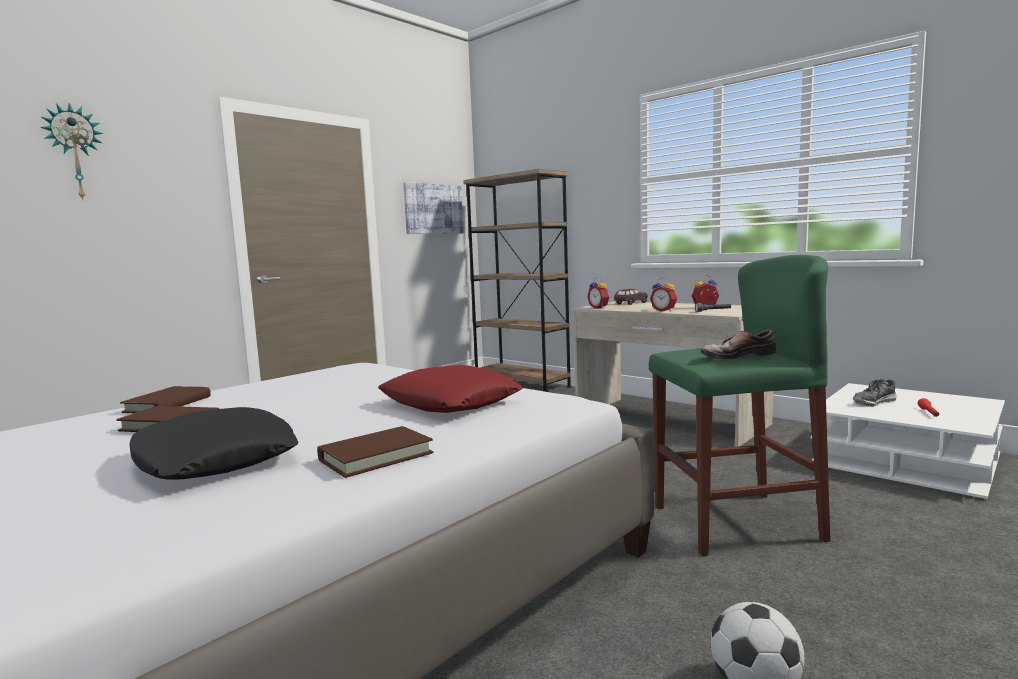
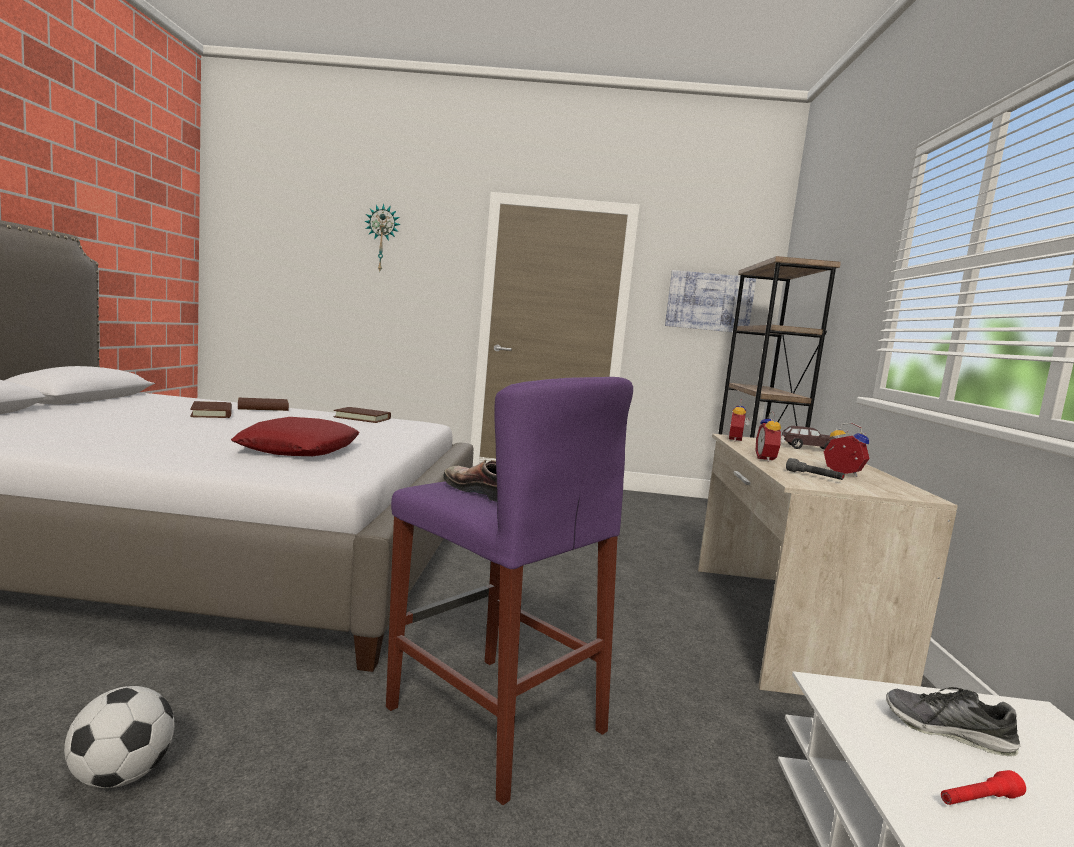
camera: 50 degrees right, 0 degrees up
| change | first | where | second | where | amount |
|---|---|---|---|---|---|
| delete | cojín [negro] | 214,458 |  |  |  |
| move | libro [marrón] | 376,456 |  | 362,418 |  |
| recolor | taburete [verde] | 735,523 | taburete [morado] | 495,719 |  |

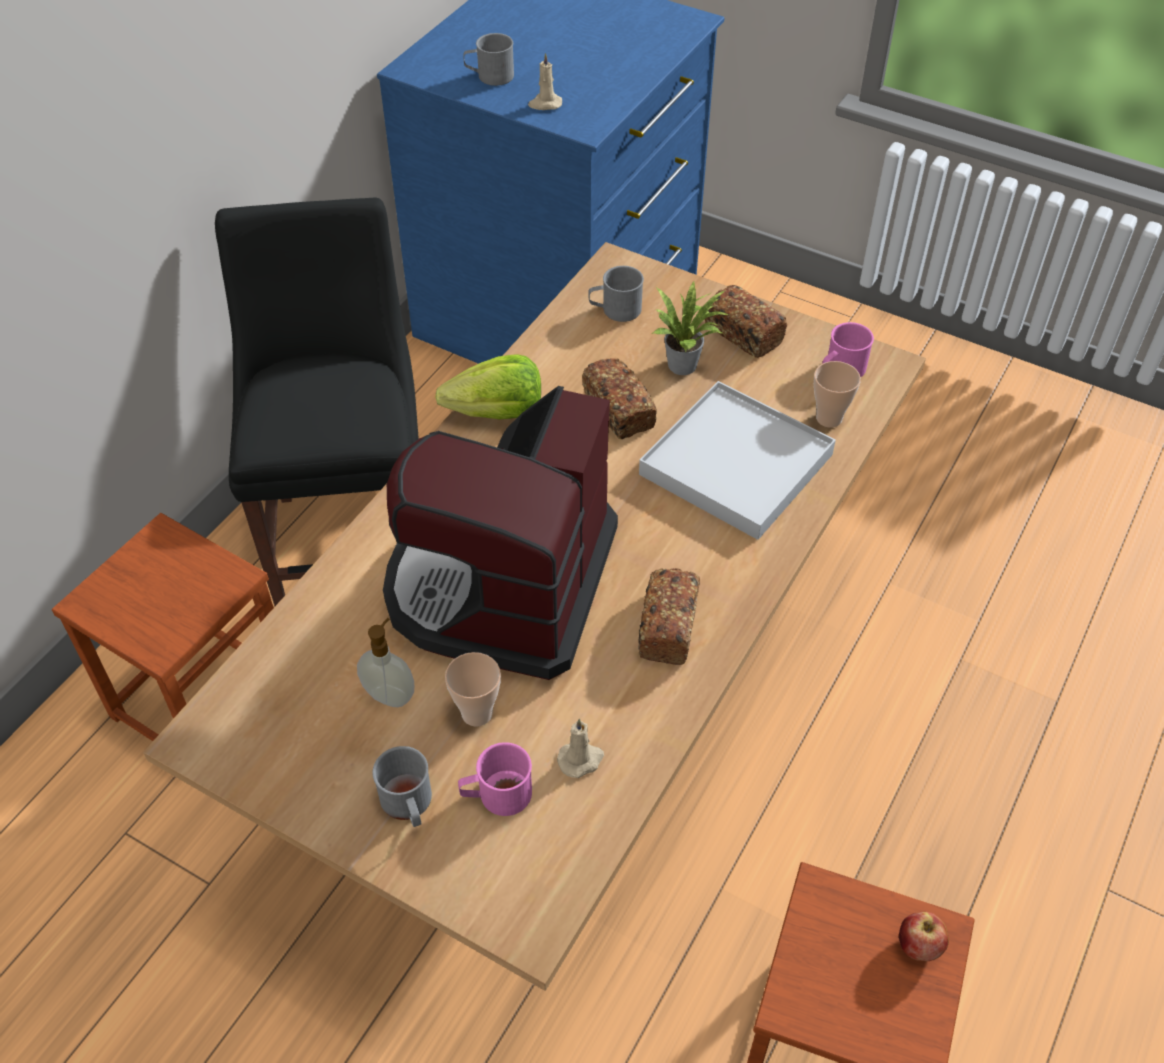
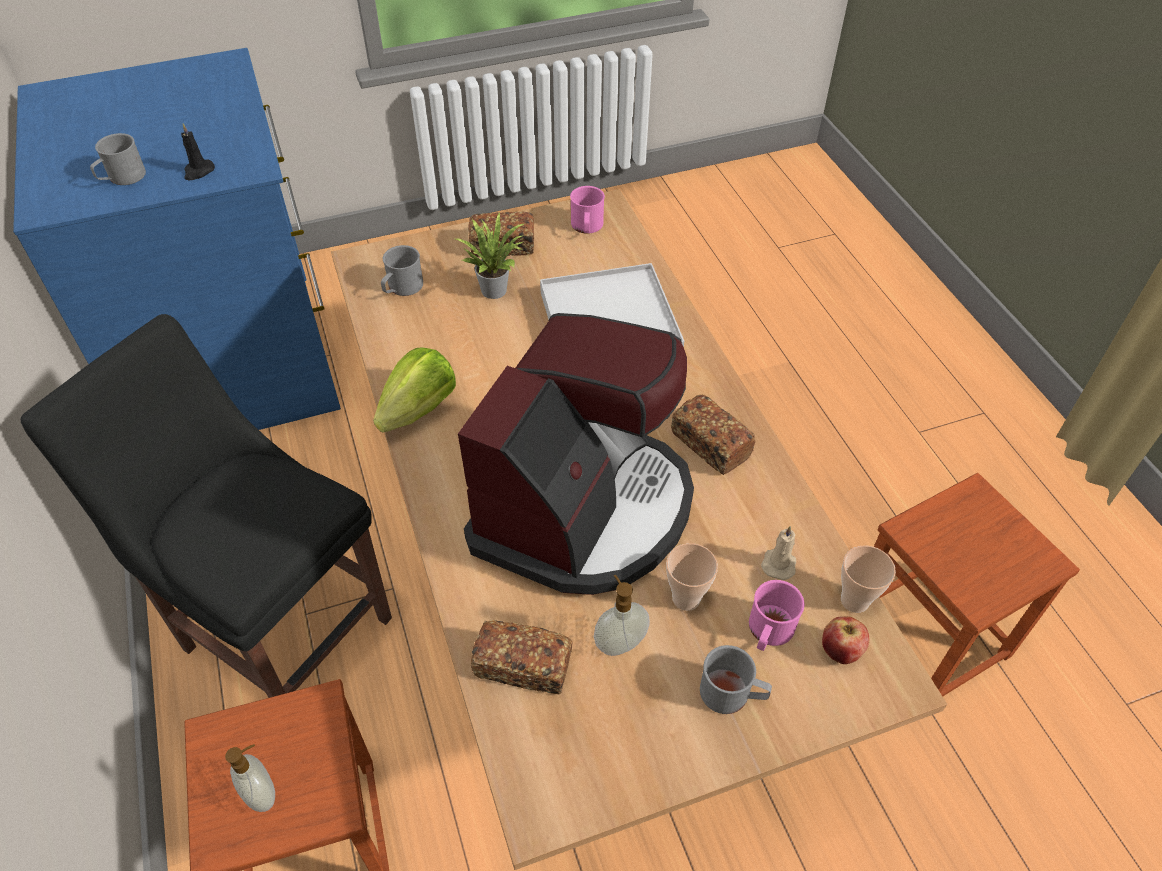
camera: 50 degrees left, 0 degrees up
| change | first | where | second | where | amount |
|---|---|---|---|---|---|
| insert |  |  | dispensador de jabón | 263,793 |  |
| move | pan | 619,411 |  | 523,666 |  |
| move | taza | 829,418 |  | 854,600 |  |
| move | manzana | 918,947 |  | 840,651 |  |
| recolor | vela [beis] | 545,104 | vela [negro] | 198,171 |  |
| rotate | cafetera | 502,585 |  | 584,509 | 120 degrees counterclockwise |

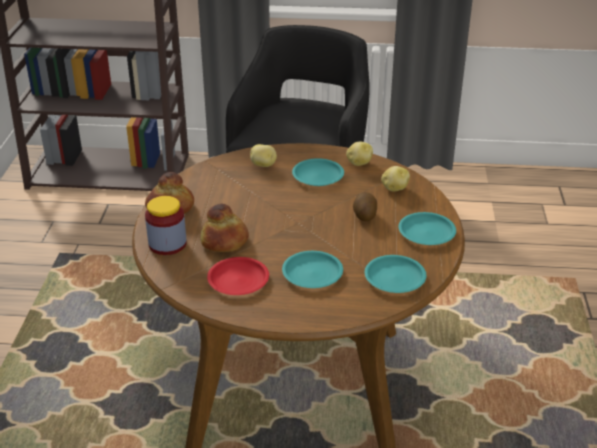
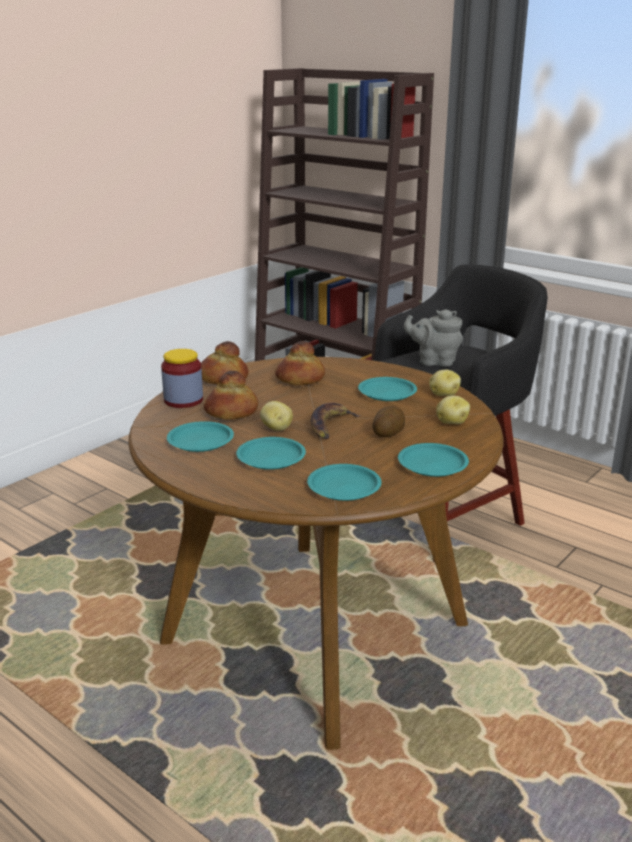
camera: 35 degrees right, 10 degrees down
| change | first | where | second | where | amount |
|---|---|---|---|---|---|
| insert |  |  | pan | 300,379 |  |
| insert |  |  | plátano | 330,425 |  |
| insert |  |  | tetera [gris] | 434,361 |  |
| move | patata | 263,165 |  | 276,428 |  |
| recolor | plato [rojo] | 237,280 | plato [turquesa] | 200,441 |  |

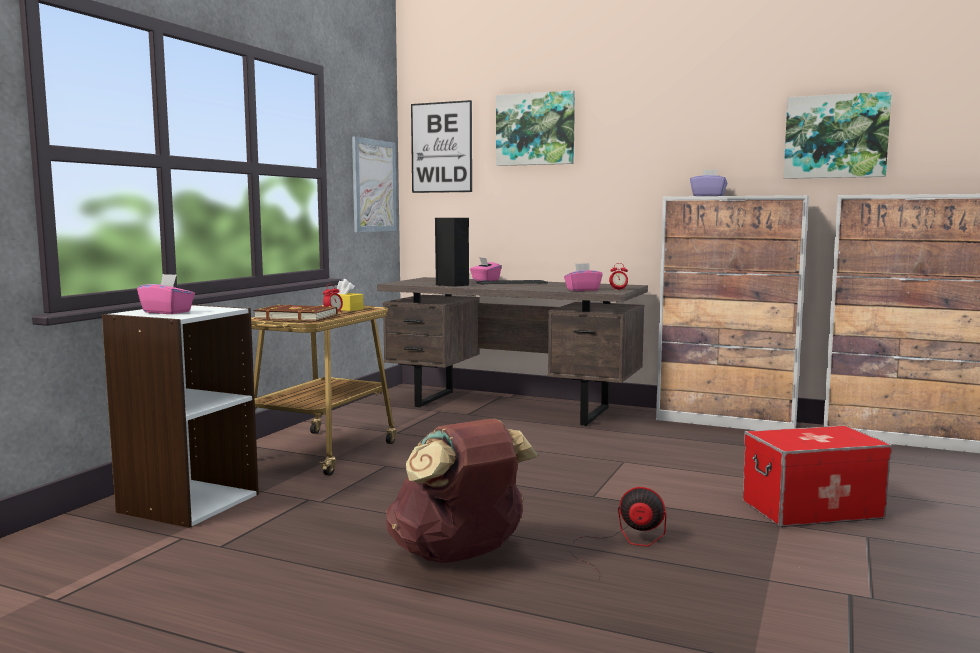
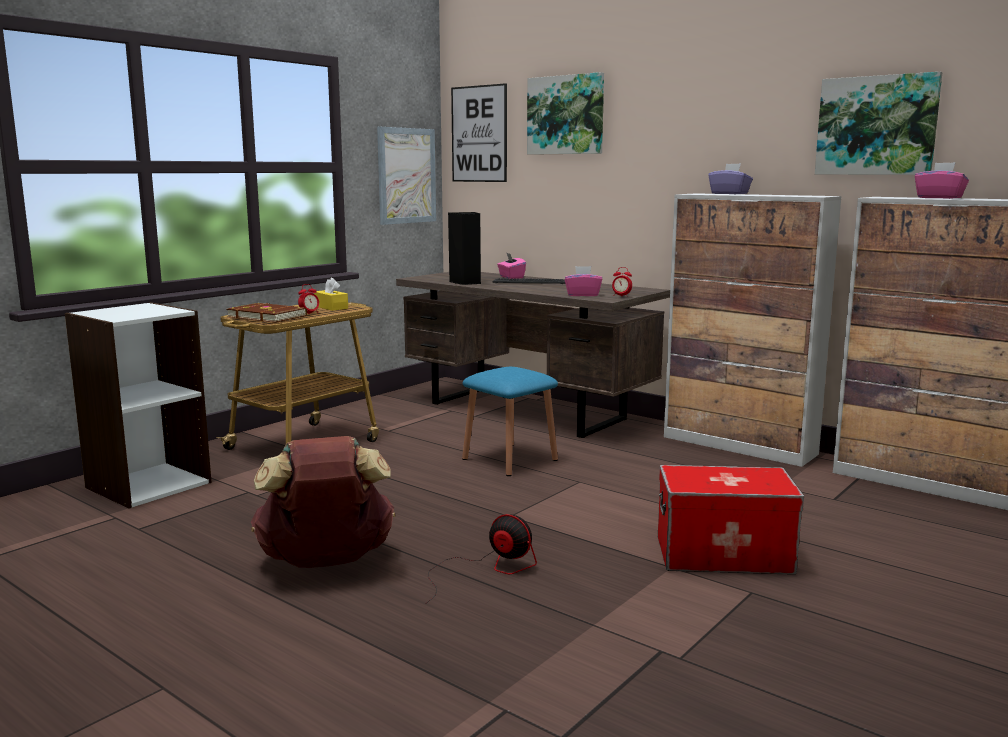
camera: 15 degrees right, 5 degrees up
| change | first | where | second | where | amount |
|---|---|---|---|---|---|
| insert |  |  | taburete [azul] | 510,459 |  |
| move | caja de pañuelos [rosa] | 167,312 |  | 939,198 |  |

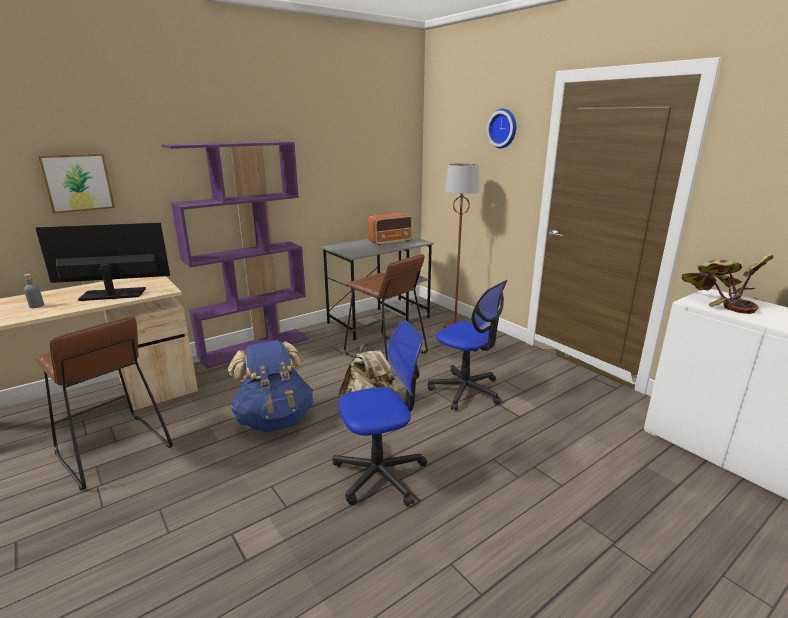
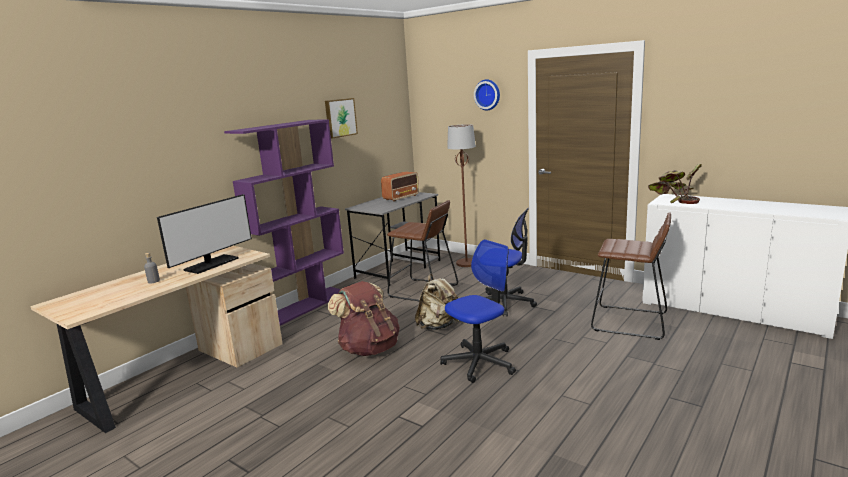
camera: 15 degrees left, 5 degrees down
| change | first | where | second | where | amount |
|---|---|---|---|---|---|
| move | taburete [marrón] | 112,450 |  | 629,322 |  |
| move | cuadro | 77,182 |  | 340,117 |  |
| recolor | mochila [azul] | 275,419 | mochila [marrón] | 369,348 |  |
| rotate | monitor | 113,294 |  | 211,264 | 150 degrees clockwise |

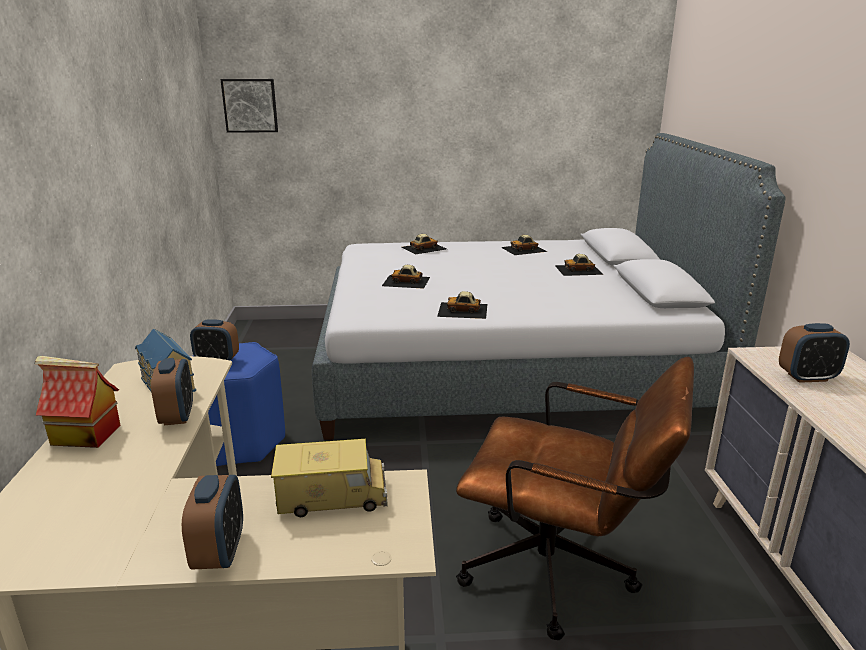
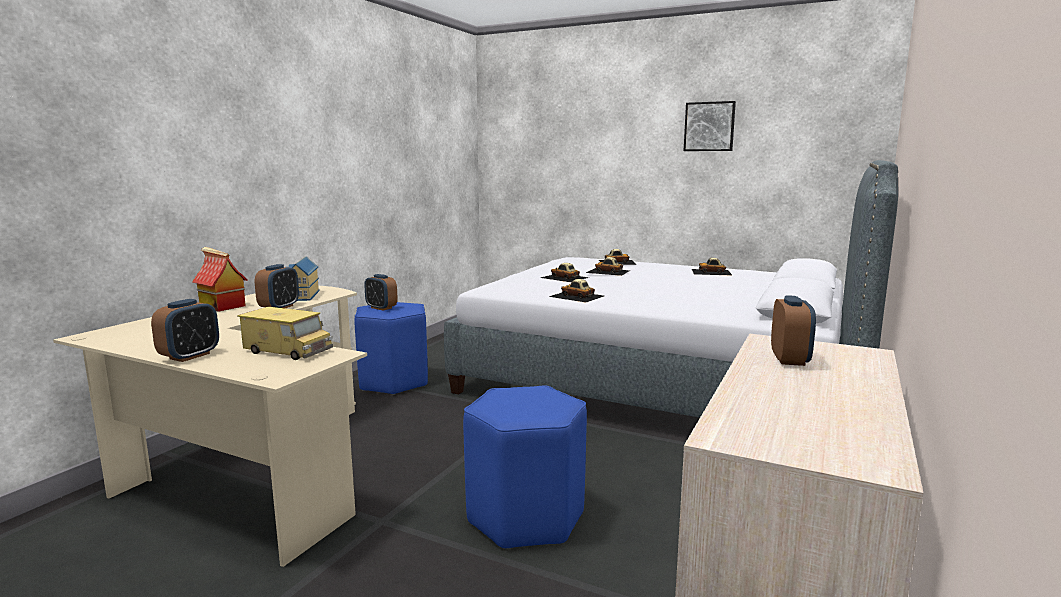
camera: 30 degrees right, 10 degrees down
| change | first | where | second | where | amount |
|---|---|---|---|---|---|
| move | cuadro | 250,105 |  | 709,126 |  |
| move | coche de juguete | 578,270 |  | 608,271 |  |
| replace | silla de oficina [marrón] | 562,573 | taburete [azul] | 524,518 |  |
| rotate | despertador | 807,377 |  | 789,359 | 105 degrees counterclockwise |

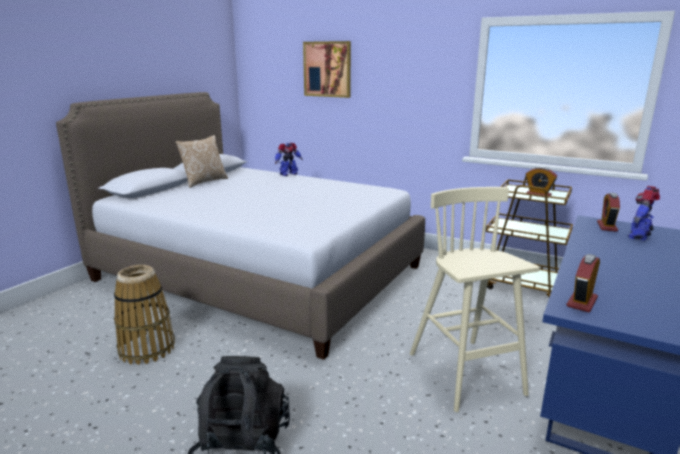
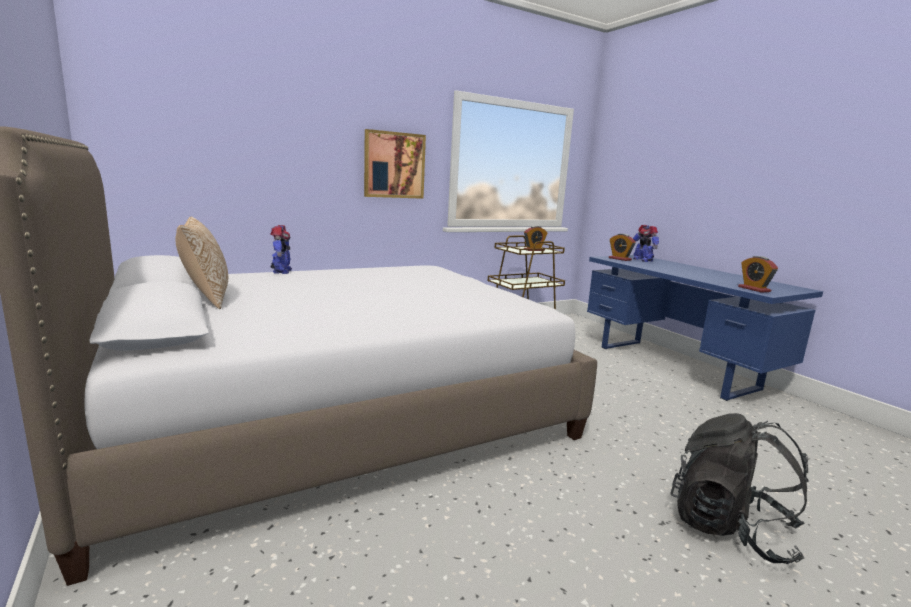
camera: 60 degrees left, 5 degrees down
| change | first | where | second | where | amount |
|---|---|---|---|---|---|
| delete | cesta | 147,348 |  |  |  |
| delete | taburete [beis] | 466,375 |  |  |  |
| move | cuadro | 327,69 |  | 394,165 |  |

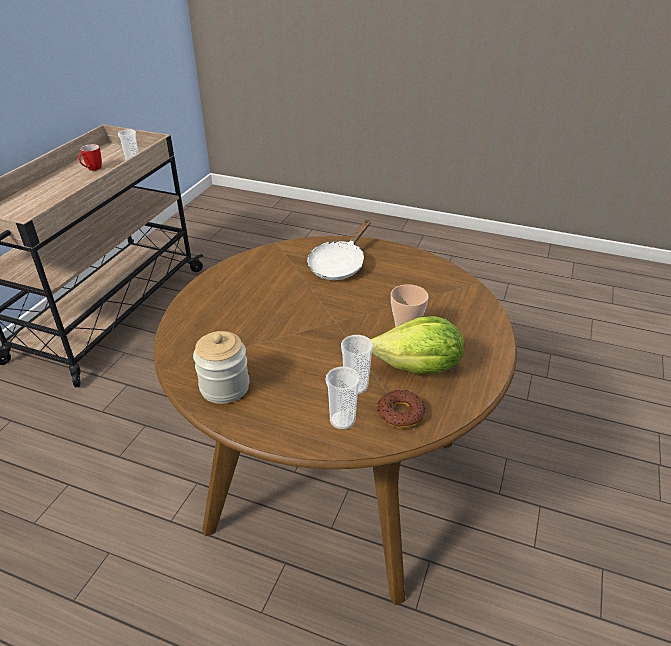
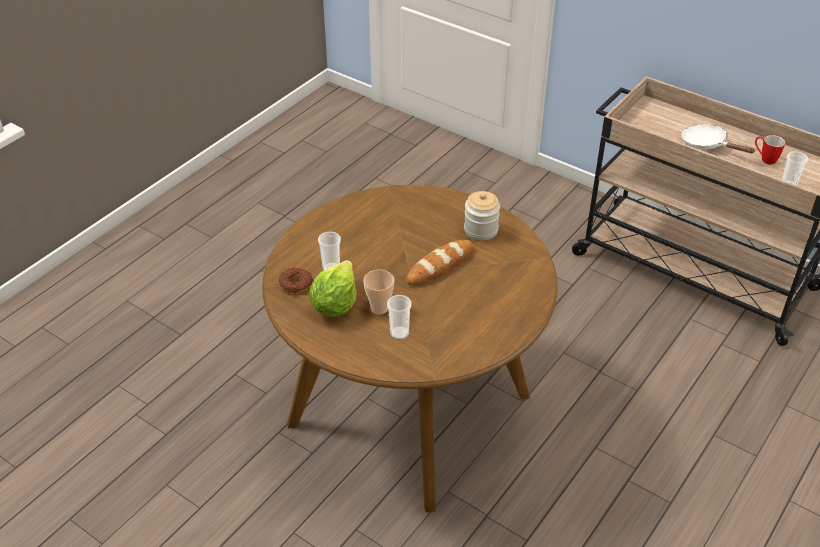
camera: 105 degrees right, 5 degrees up
| change | first | where | second | where | amount |
|---|---|---|---|---|---|
| insert |  |  | pan | 440,265 |  |
| move | tarro | 224,387 |  | 481,230 |  |
| move | sartén [blanco] | 339,265 |  | 707,145 |  |
| move | taza | 342,420 |  | 399,333 |  |

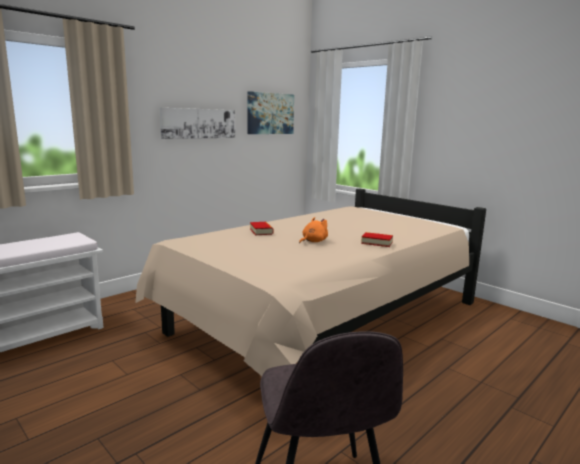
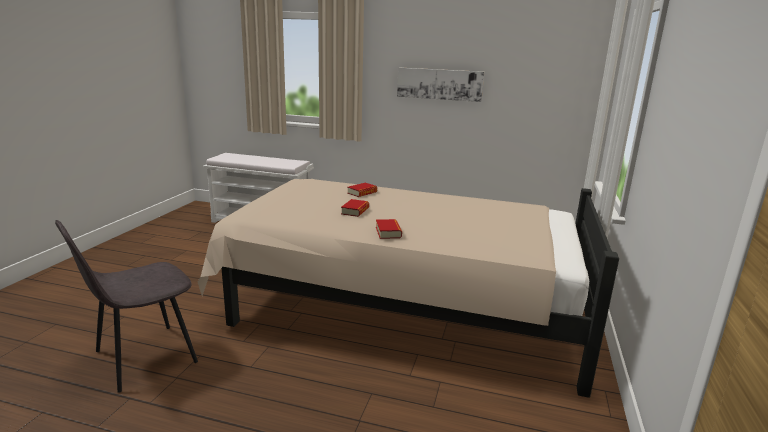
camera: 60 degrees right, 5 degrees up
| change | first | where | second | where | amount |
|---|---|---|---|---|---|
| delete | cuadro | 270,113 |  |  |  |
| replace | peluche [naranja] | 313,241 | libro | 355,211 |  |

